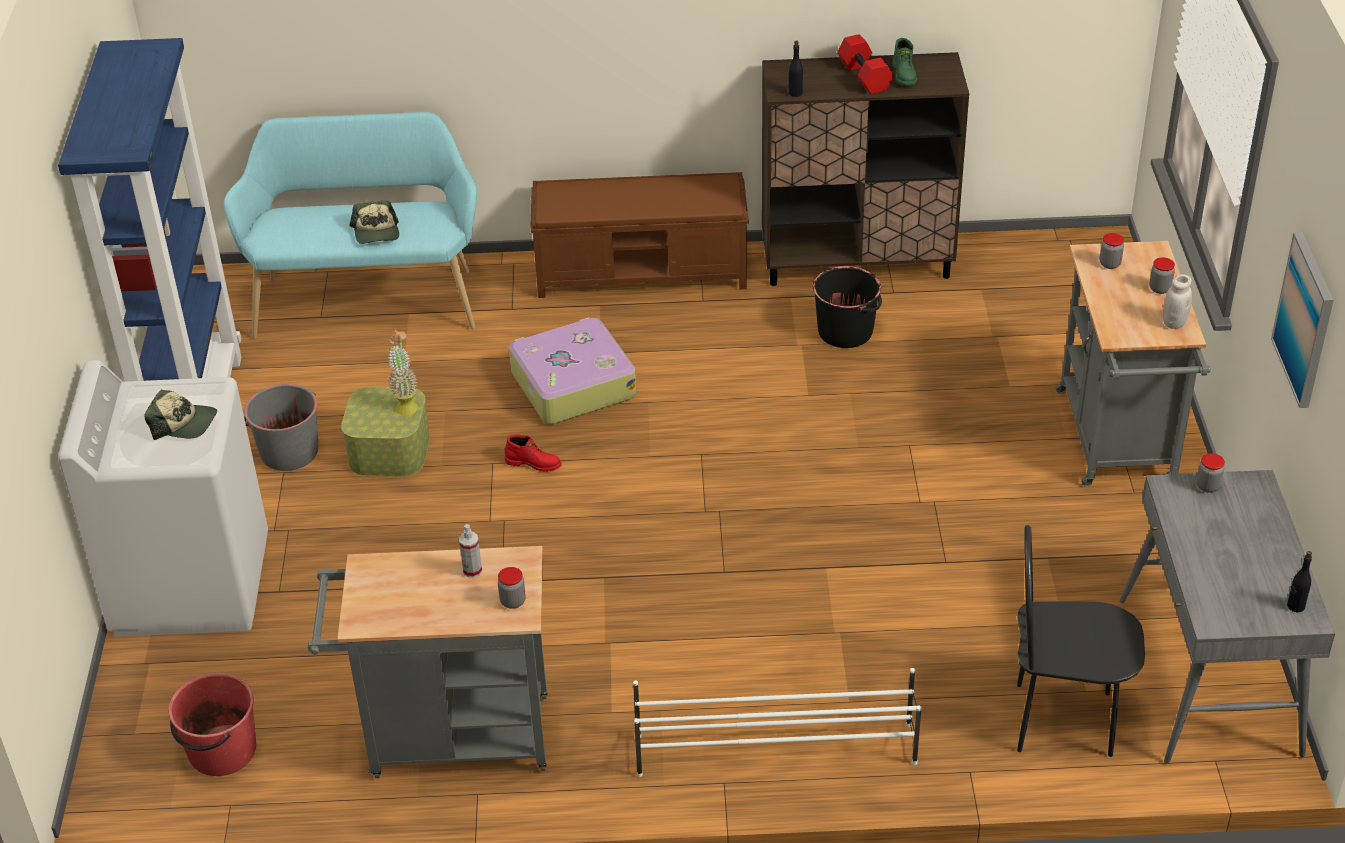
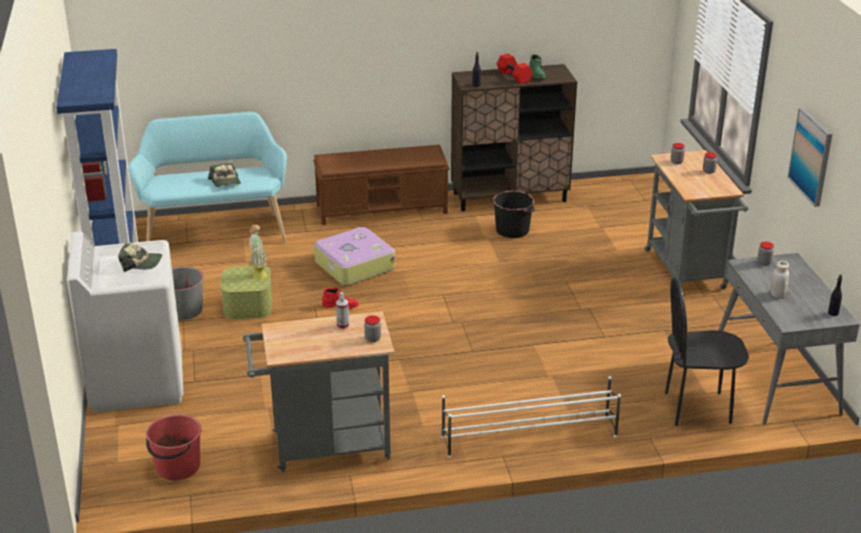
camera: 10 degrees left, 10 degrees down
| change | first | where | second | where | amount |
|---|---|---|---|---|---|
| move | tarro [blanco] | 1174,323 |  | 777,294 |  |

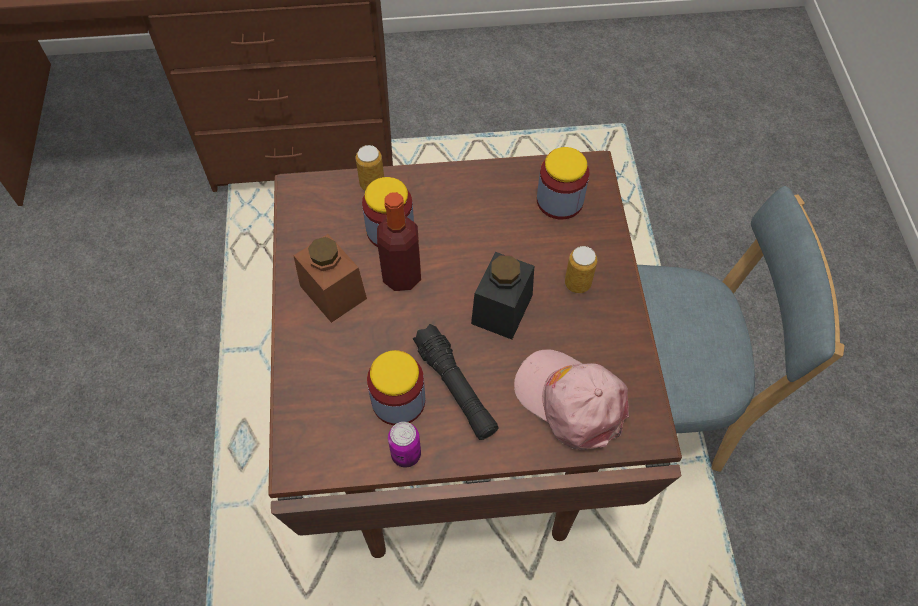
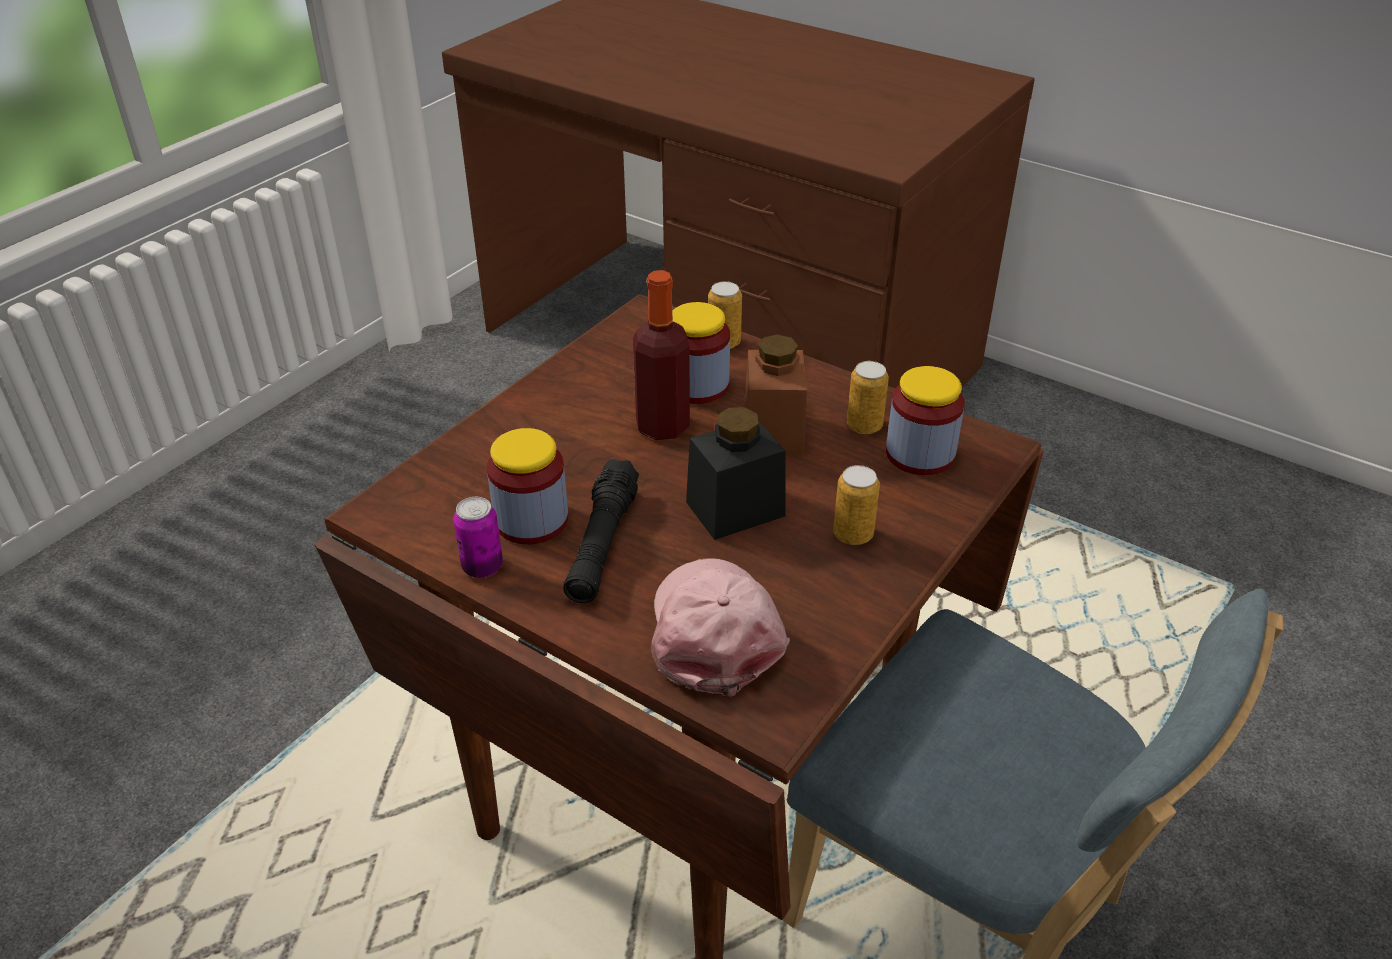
camera: 40 degrees right, 20 degrees down
| change | first | where | second | where | amount |
|---|---|---|---|---|---|
| insert |  |  | lata | 864,426 |  |
| move | tarro [marrón] | 333,292 |  | 773,432 |  |

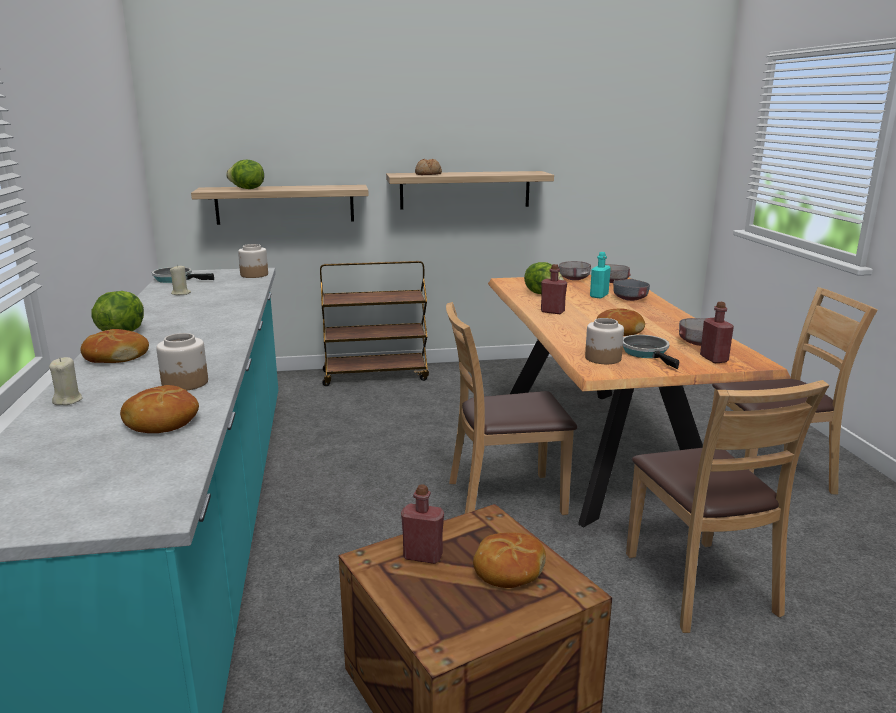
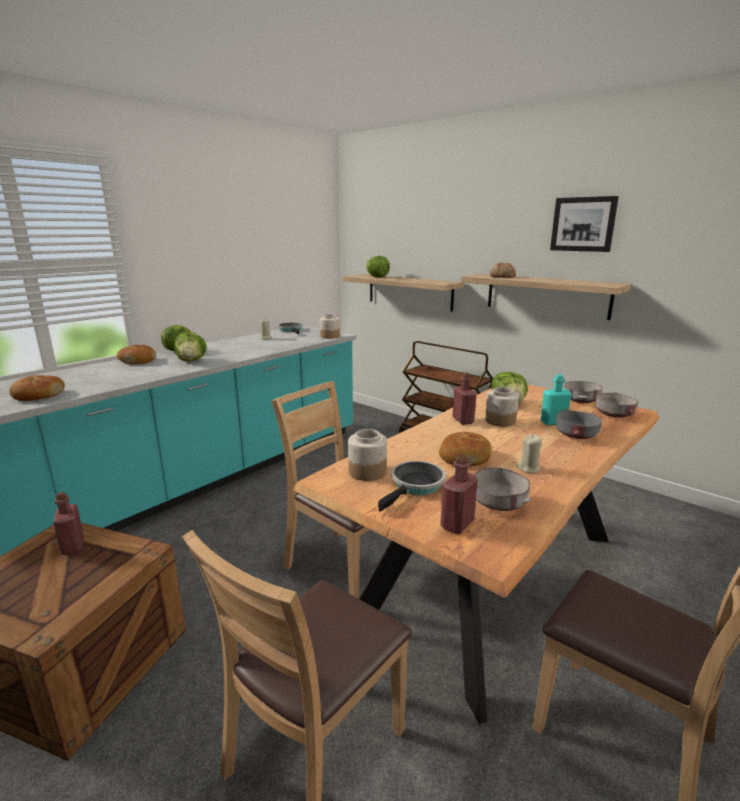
camera: 50 degrees right, 0 degrees up
| change | first | where | second | where | amount |
|---|---|---|---|---|---|
| delete | pan | 508,569 |  |  |  |
| insert |  |  | lechuga | 191,361 |  |
| insert |  |  | cuadro | 583,224 |  |
| move | vela [beis] | 68,400 |  | 528,468 |  |
| move | tarro | 185,383 |  | 500,421 |  |

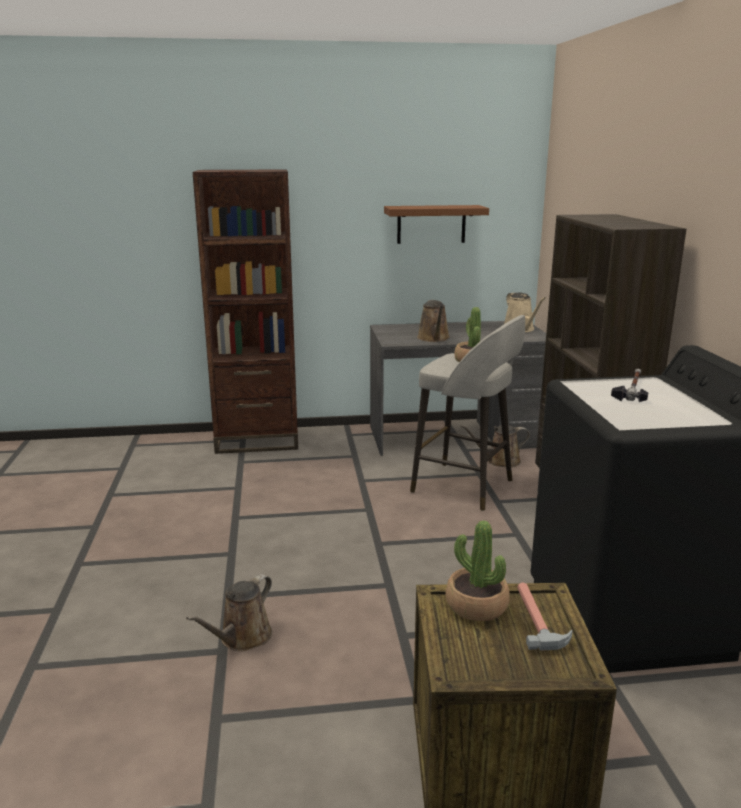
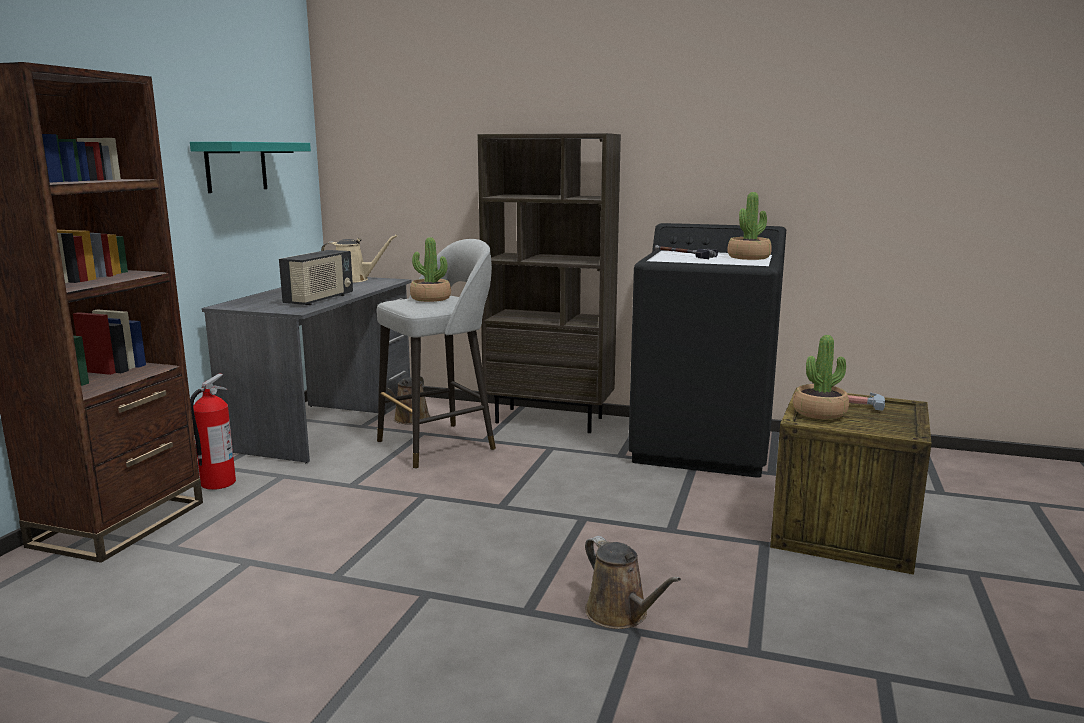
camera: 65 degrees left, 5 degrees down
| change | first | where | second | where | amount |
|---|---|---|---|---|---|
| insert |  |  | extintor | 217,483 |  |
| insert |  |  | planta en maceta | 748,257 |  |
| replace | regadera [marrón] | 434,338 | radio | 319,299 |  |
| recolor | estante [marrón] | 431,224 | estante [turquesa] | 236,166 |  |

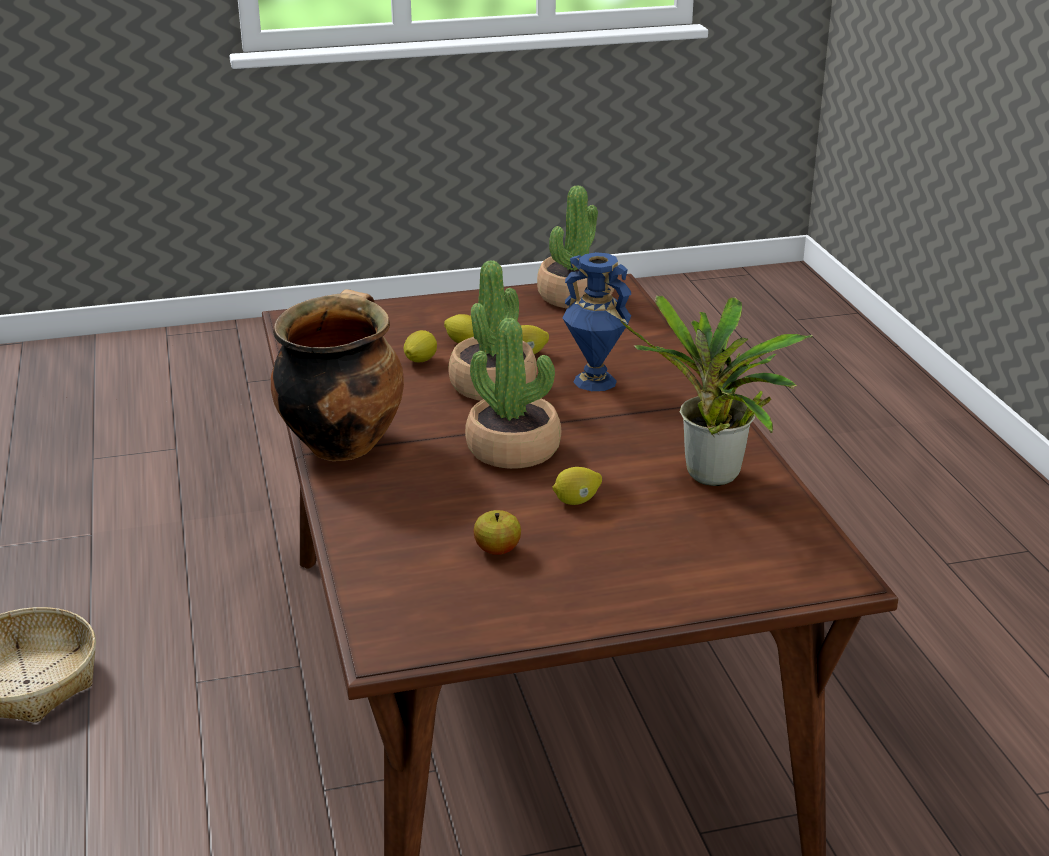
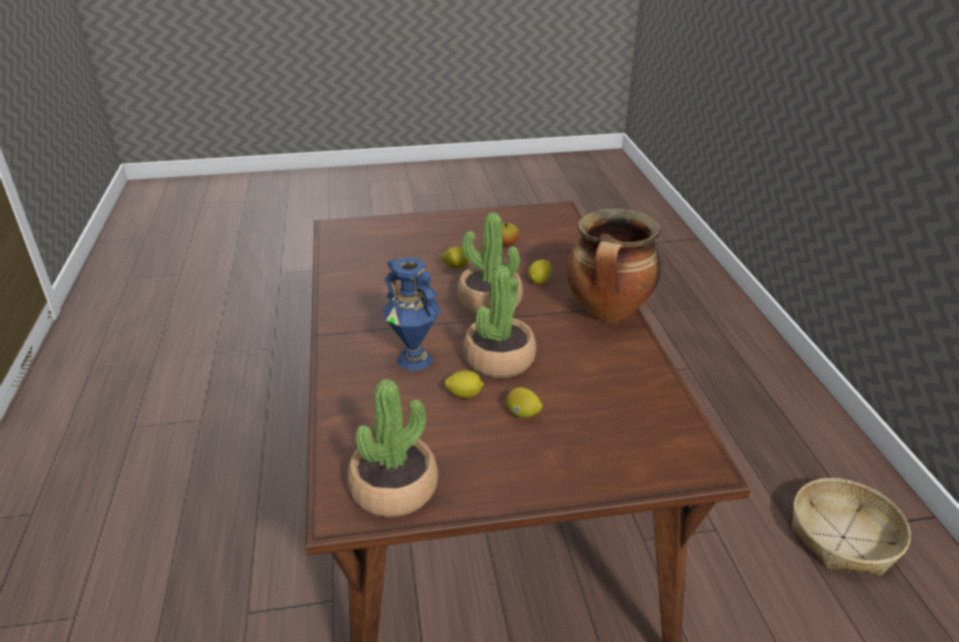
camera: 175 degrees left, 5 degrees up
| change | first | where | second | where | amount |
|---|---|---|---|---|---|
| delete | planta en maceta | 712,479 |  |  |  |
| move | limón | 420,361 |  | 540,281 |  |

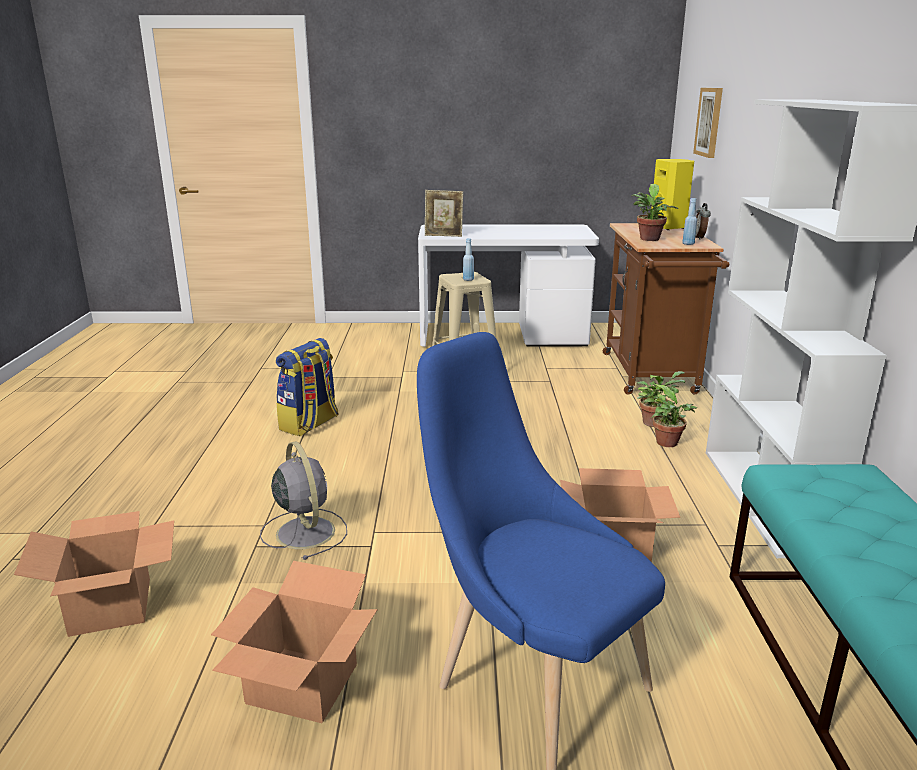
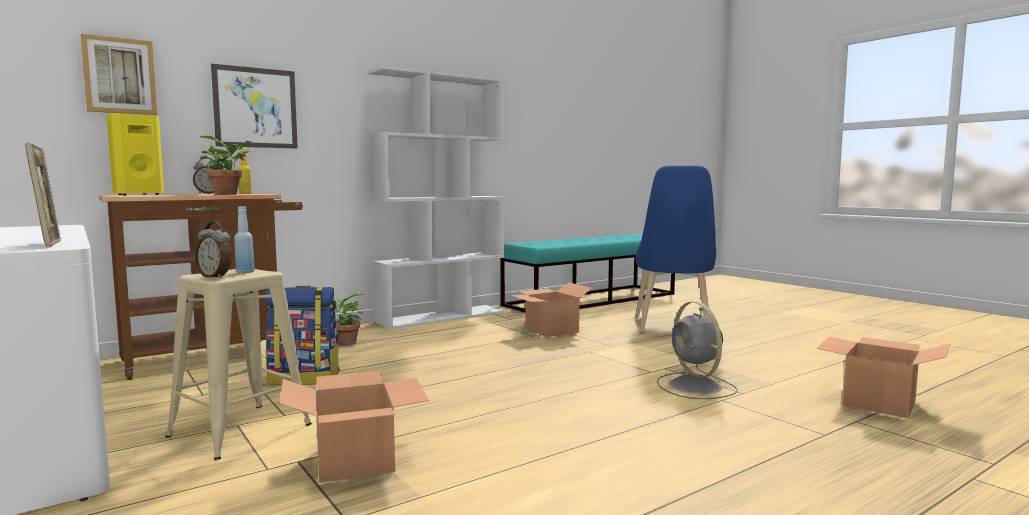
camera: 125 degrees left, 15 degrees down
| change | first | where | second | where | amount |
|---|---|---|---|---|---|
| delete | planta en maceta | 669,443 |  |  |  |
| insert |  |  | despertador | 215,277 |  |
| insert |  |  | cuadro | 255,108 |  |
| move | caja de cartón | 304,684 |  | 354,460 |  |
| move | mochila | 310,424 |  | 305,378 |  |
| recolor | botella [azul] | 688,244 | botella [amarillo] | 245,193 |  |
| rotate | ventilador [gris] | 304,531 |  | 696,387 | 45 degrees counterclockwise |

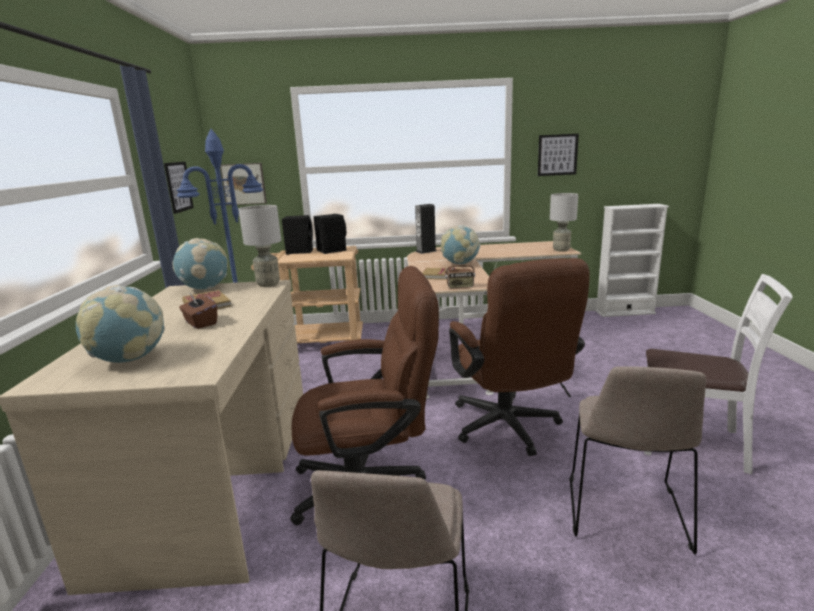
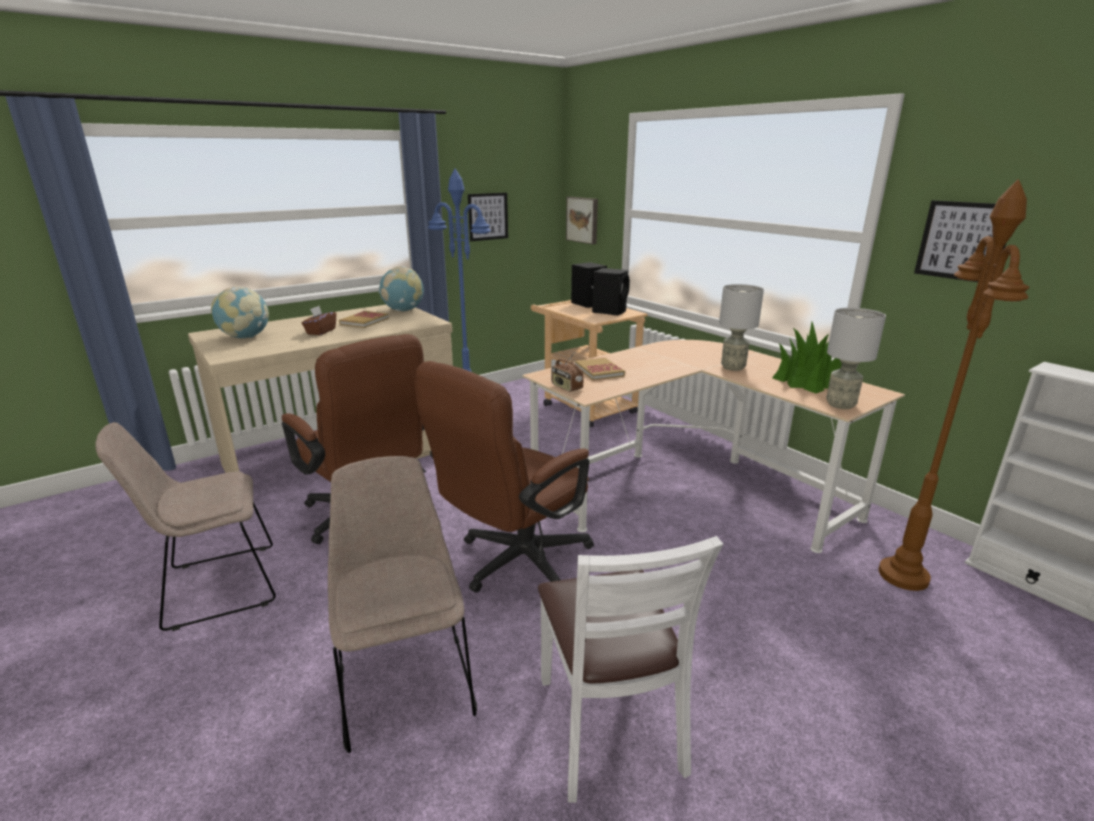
camera: 55 degrees right, 5 degrees up
| change | first | where | second | where | amount |
|---|---|---|---|---|---|
| delete | altavoz | 426,251 |  |  |  |
| delete | globo terráqueo | 460,263 |  |  |  |
| insert |  |  | planta en maceta | 809,380 |  |
| insert |  |  | lámpara de pie [marrón] | 903,576 |  |
| move | lámpara de mesa [gris] | 267,284 |  | 732,367 |  |
| rotate | silla [beis] | 625,515 |  | 405,682 | 90 degrees clockwise |

